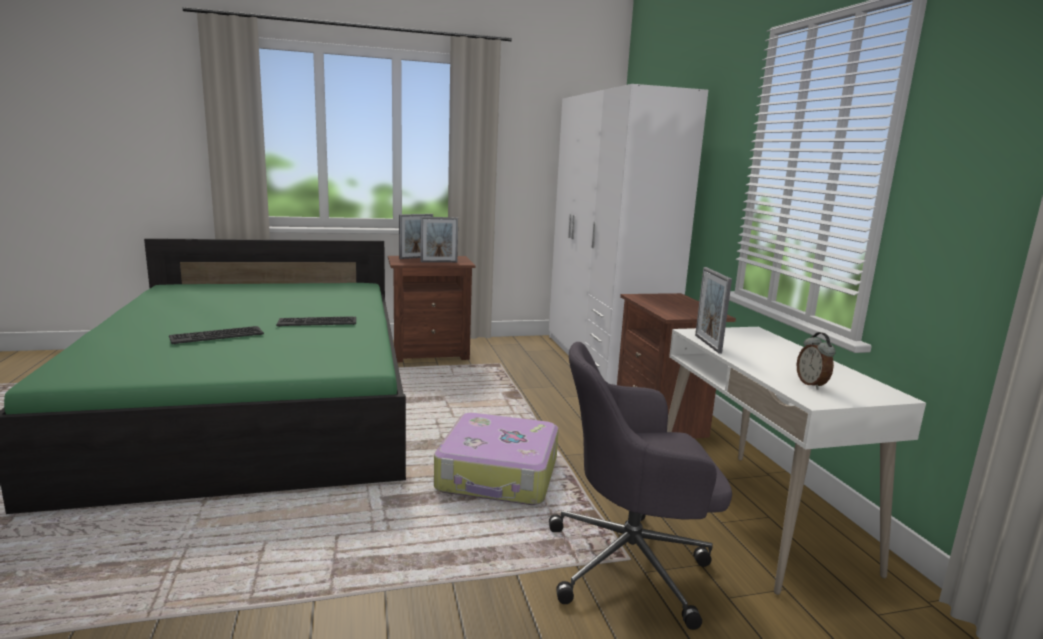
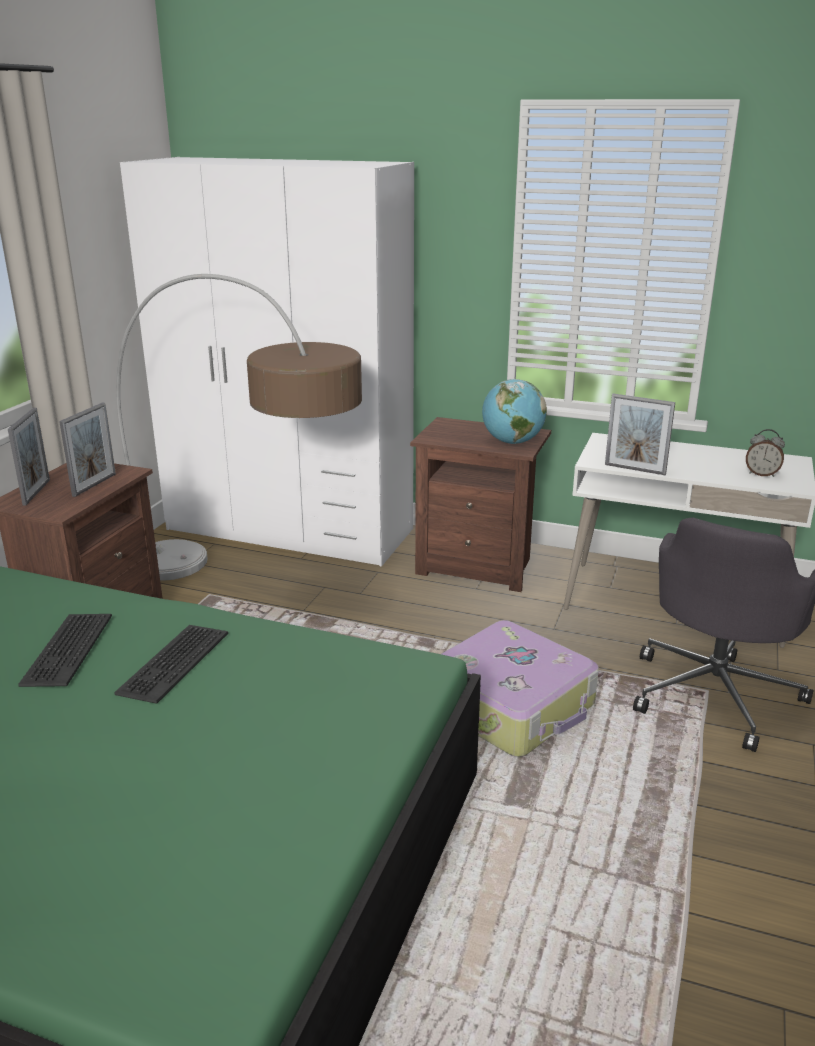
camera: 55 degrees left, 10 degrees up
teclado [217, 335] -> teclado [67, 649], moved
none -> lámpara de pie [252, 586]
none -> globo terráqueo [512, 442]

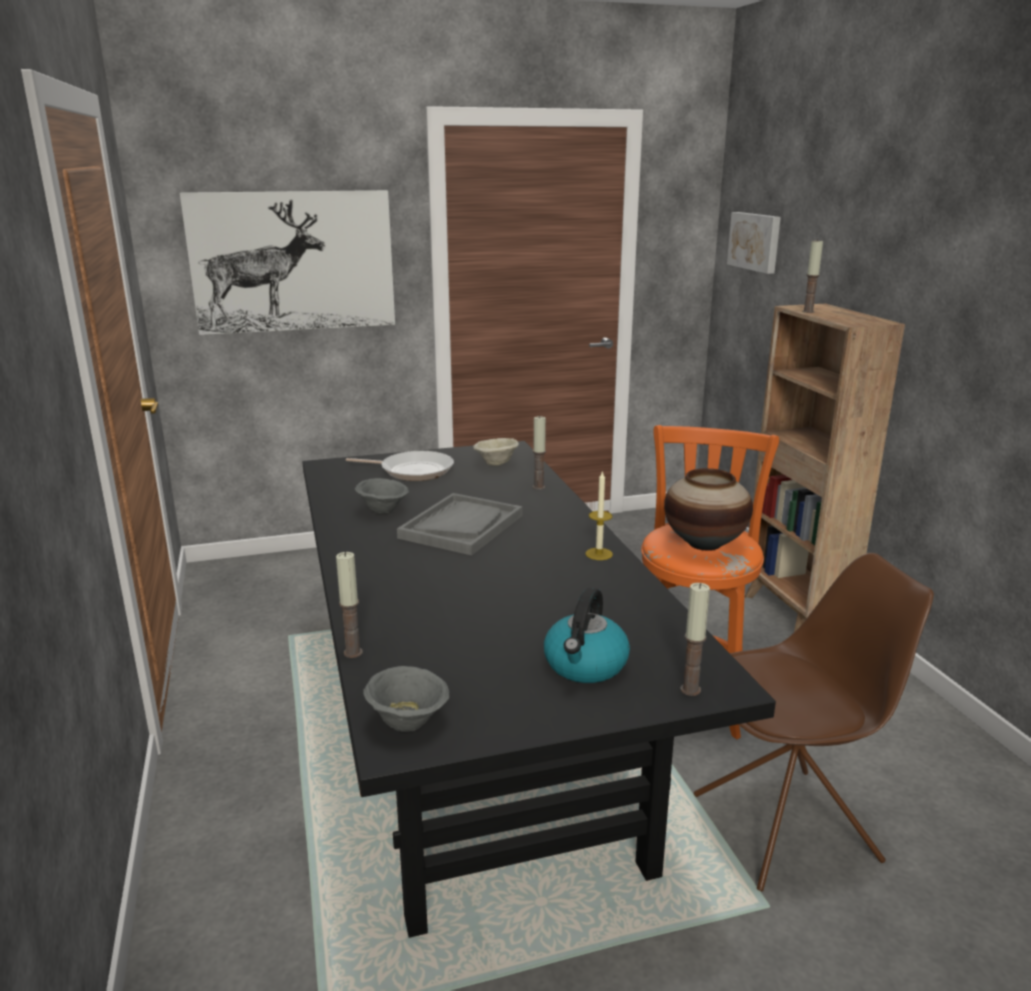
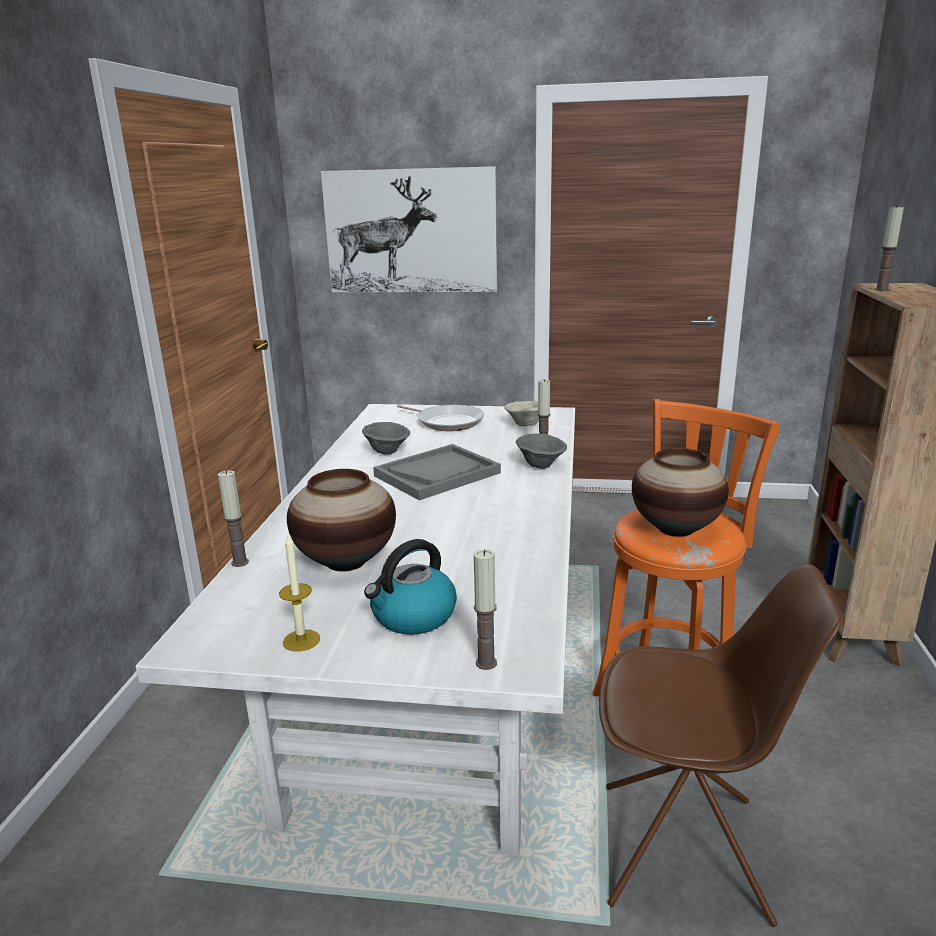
camera: 25 degrees right, 0 degrees up
cuadro [755, 241] -> none
mesa de comedor [negro] [475, 740] -> mesa de comedor [blanco] [437, 678]
vela [599, 554] -> vela [301, 640], moved
cuenco [gris] [407, 721] -> cuenco [gris] [540, 465], moved
none -> florero [346, 561]

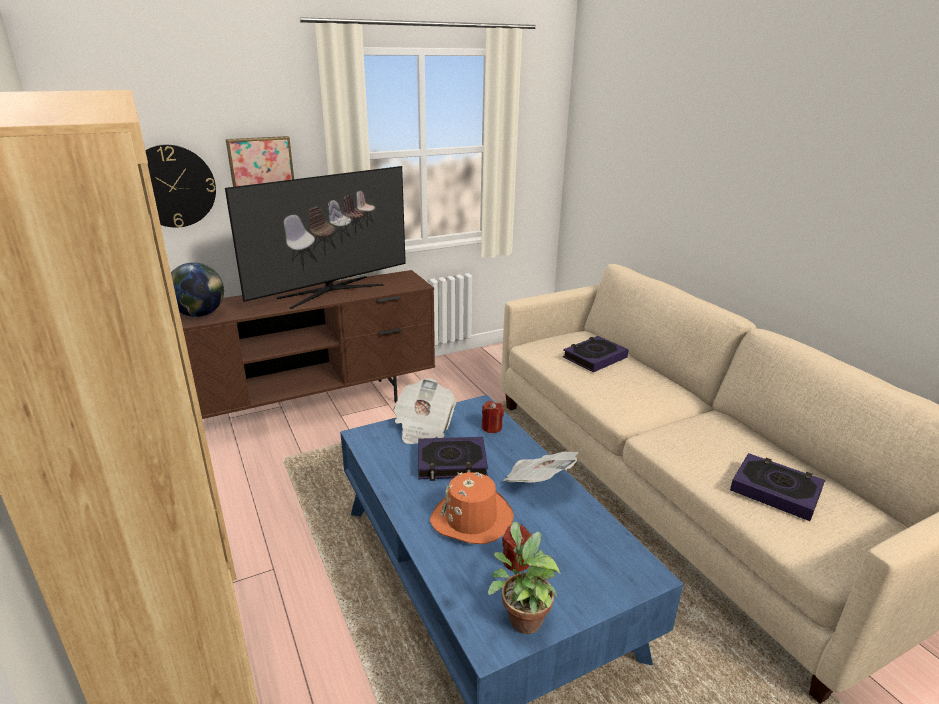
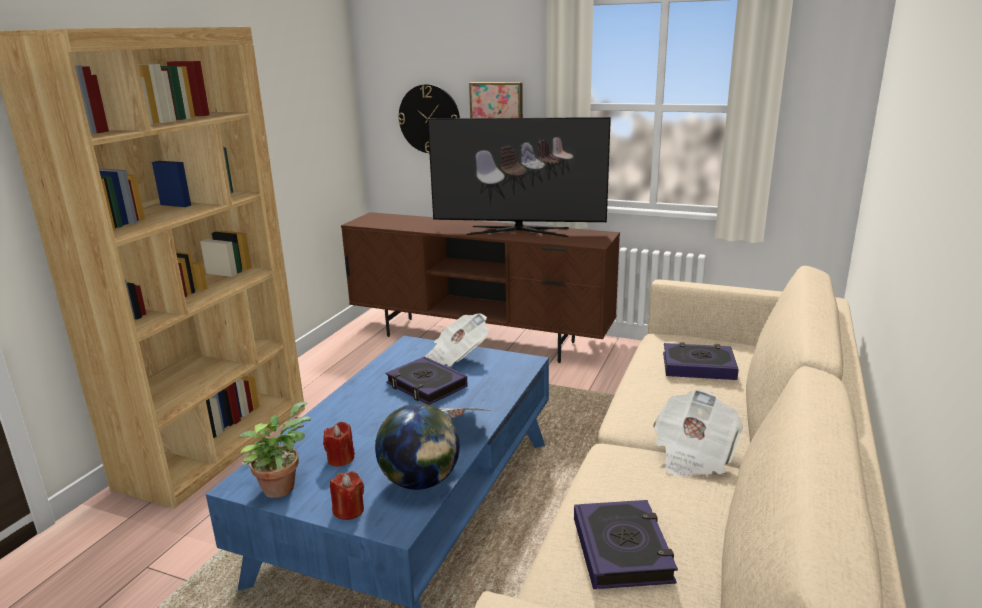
camera: 50 degrees right, 5 degrees down
globo terráqueo [200, 315] -> globo terráqueo [420, 482], moved
vela [rojo] [491, 427] -> vela [rojo] [349, 510], moved
sombrero [naranja] [472, 518] -> none
none -> periódico [693, 454]

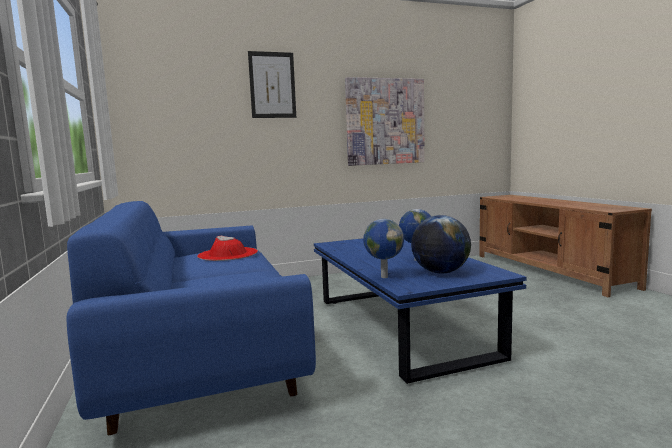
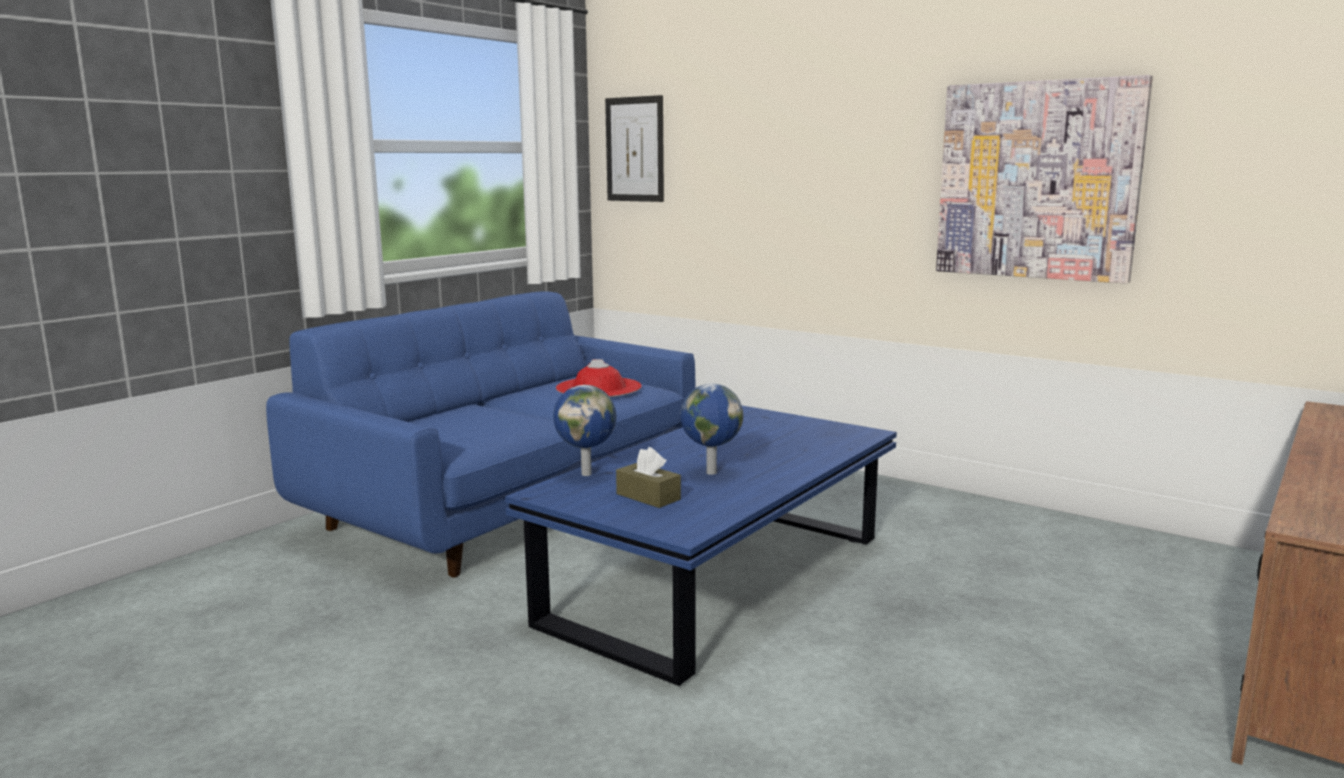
camera: 55 degrees right, 5 degrees up
cuadro [272, 85] -> cuadro [635, 149], moved
globo terráqueo [440, 272] -> caja de pañuelos [marrón] [648, 497]

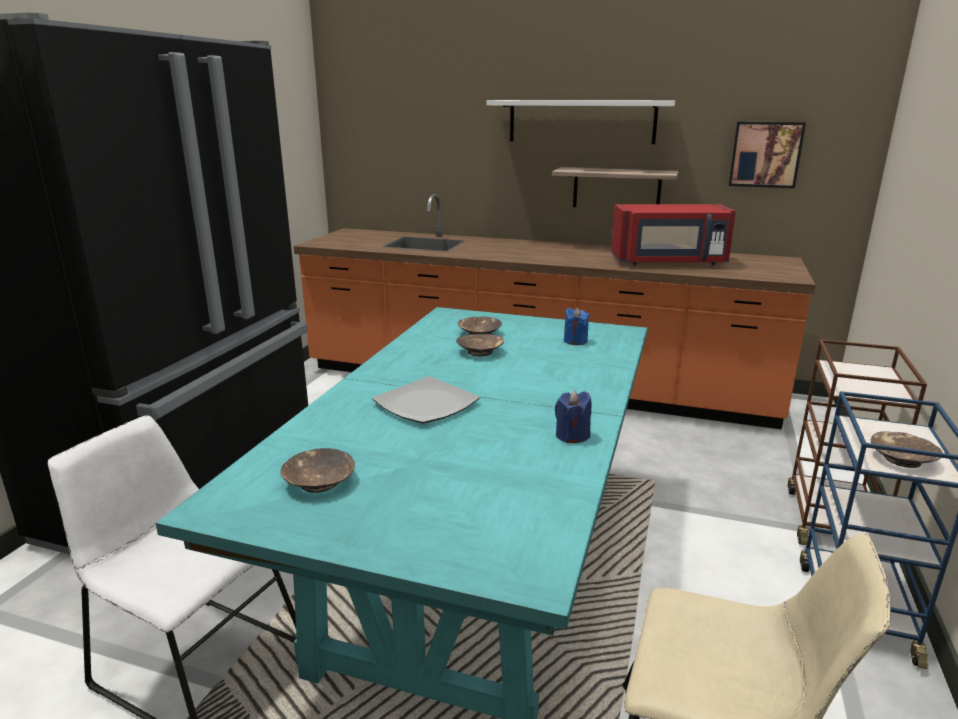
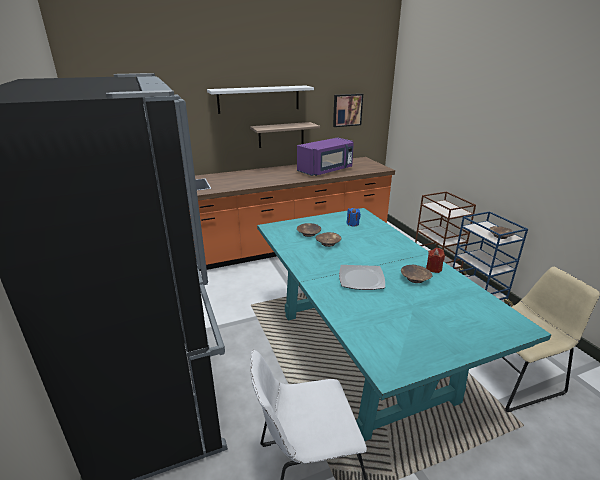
camera: 40 degrees left, 5 degrees up
microondas [rojo] [669, 262] -> microondas [morado] [326, 170]
vela [azul] [572, 436] -> vela [rojo] [434, 269]
cuenco [marrón] [318, 482] -> cuenco [marrón] [415, 279], moved

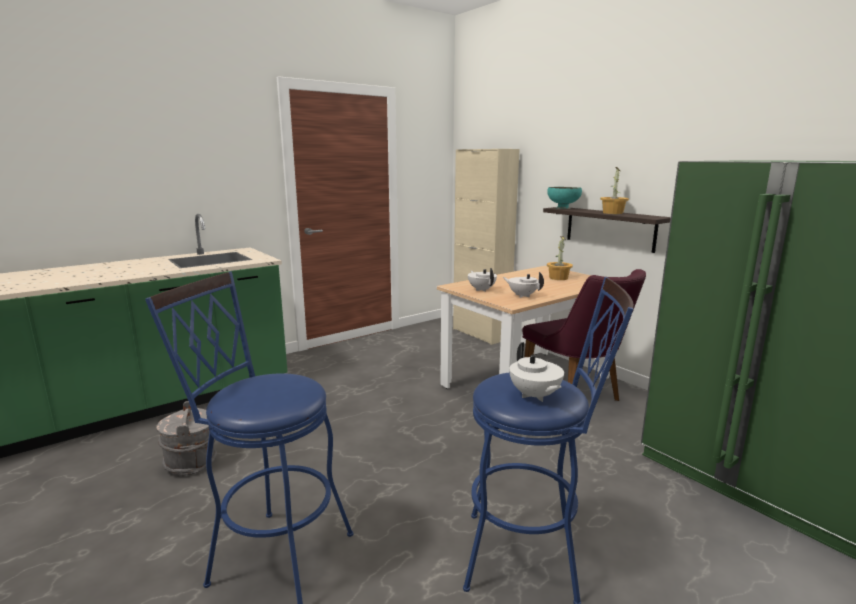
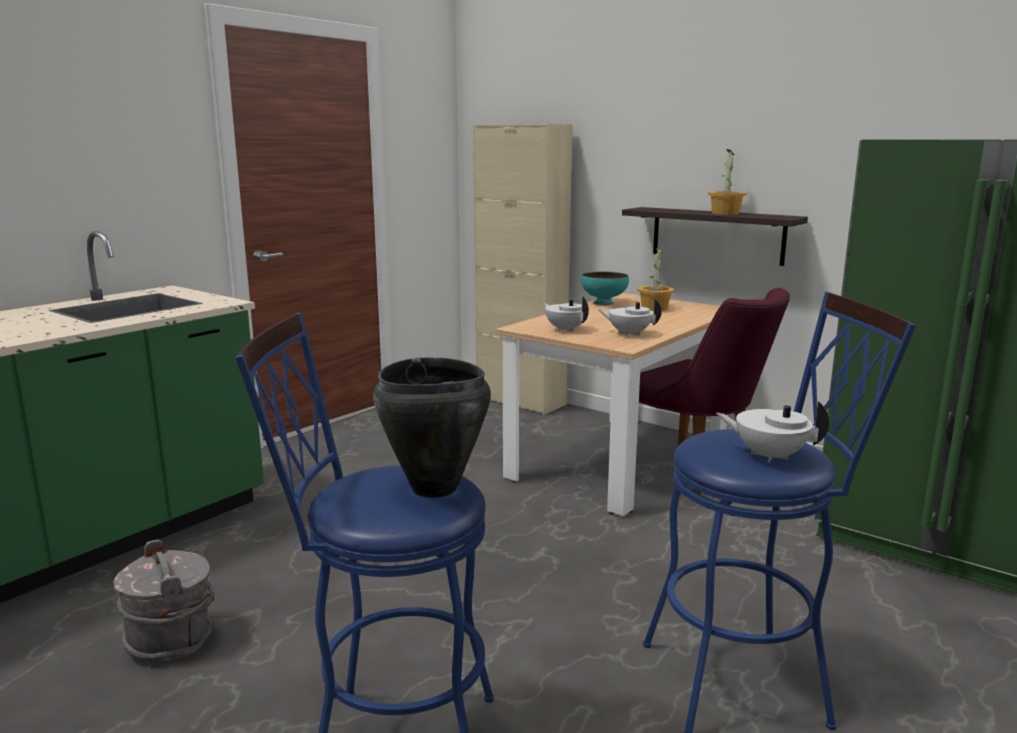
camera: 15 degrees left, 0 degrees up
cuenco [turquesa] [563, 208] -> cuenco [turquesa] [603, 303], moved
tetera [blanco] [534, 396] -> tetera [blanco] [769, 456], 150 degrees clockwise
none -> olla [negro] [434, 488]

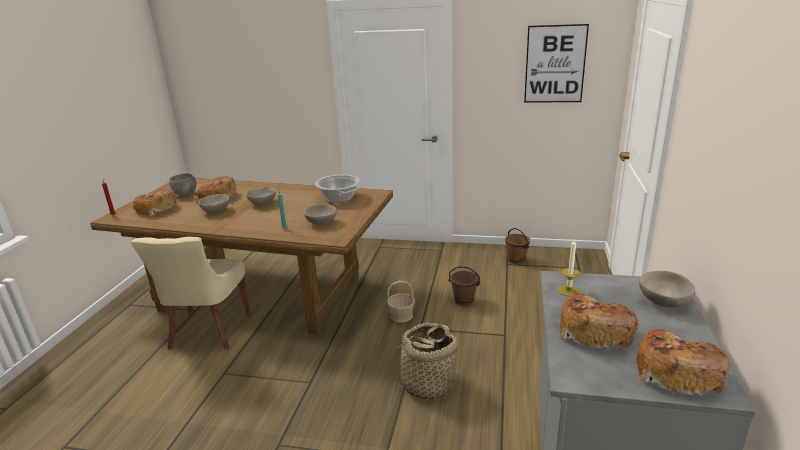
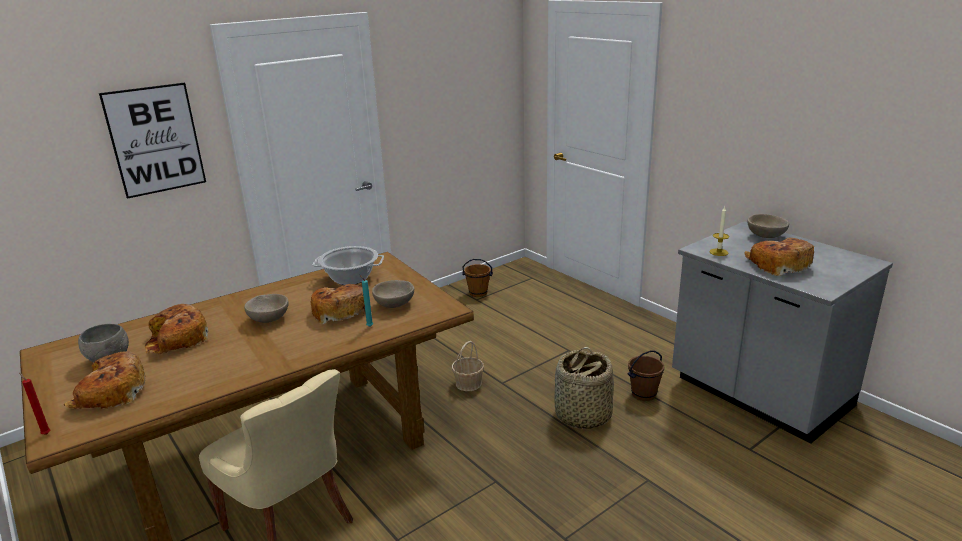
camera: 50 degrees left, 0 degrees up
cuadro [555, 64] -> cuadro [155, 140], moved
cuenco [beis] [216, 211] -> none
cubo [marrón] [464, 300] -> cubo [marrón] [643, 394], moved
pan [677, 372] -> pan [339, 311], moved

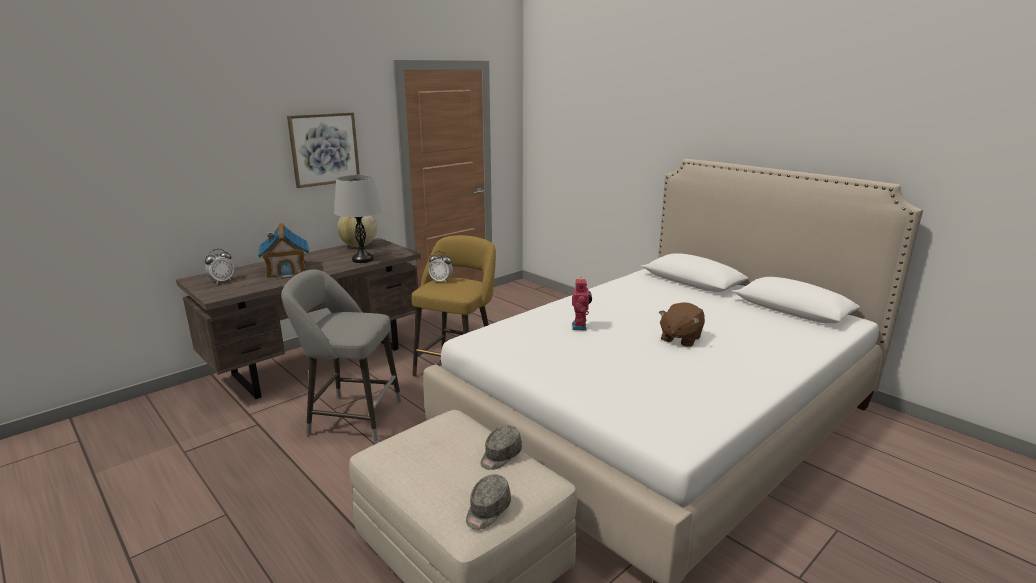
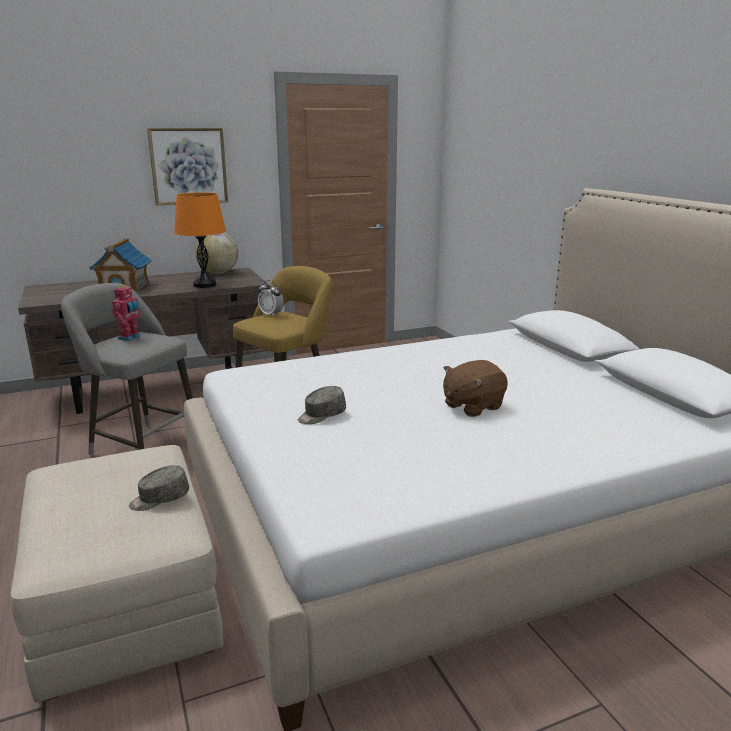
camera: 20 degrees right, 0 degrees up
lámpara de mesa [gris] [362, 260] -> lámpara de mesa [naranja] [205, 285]
despertador [222, 281] -> none
robot de juguete [580, 326] -> robot de juguete [130, 338], moved
gorra [gris] [487, 511] -> gorra [gris] [321, 415], moved

